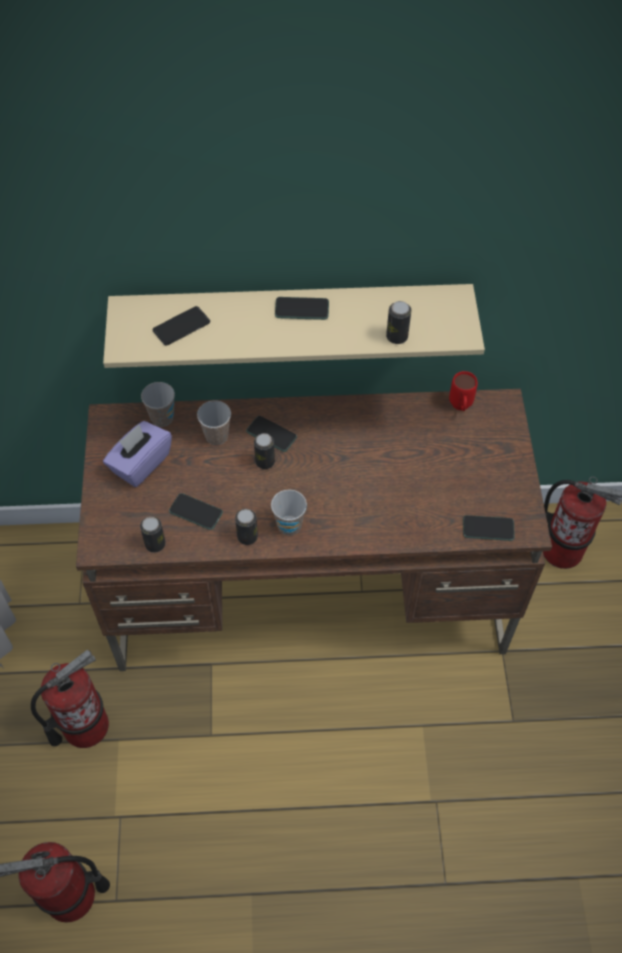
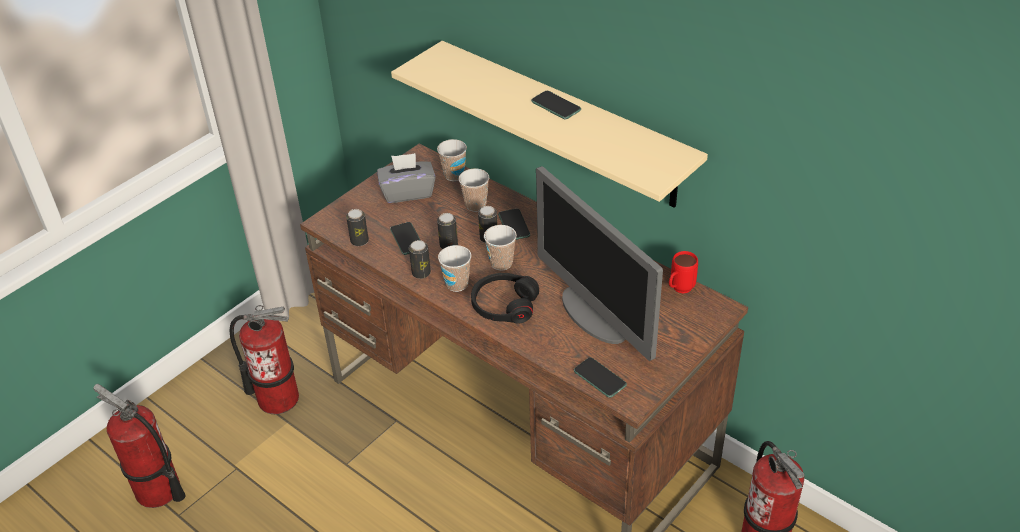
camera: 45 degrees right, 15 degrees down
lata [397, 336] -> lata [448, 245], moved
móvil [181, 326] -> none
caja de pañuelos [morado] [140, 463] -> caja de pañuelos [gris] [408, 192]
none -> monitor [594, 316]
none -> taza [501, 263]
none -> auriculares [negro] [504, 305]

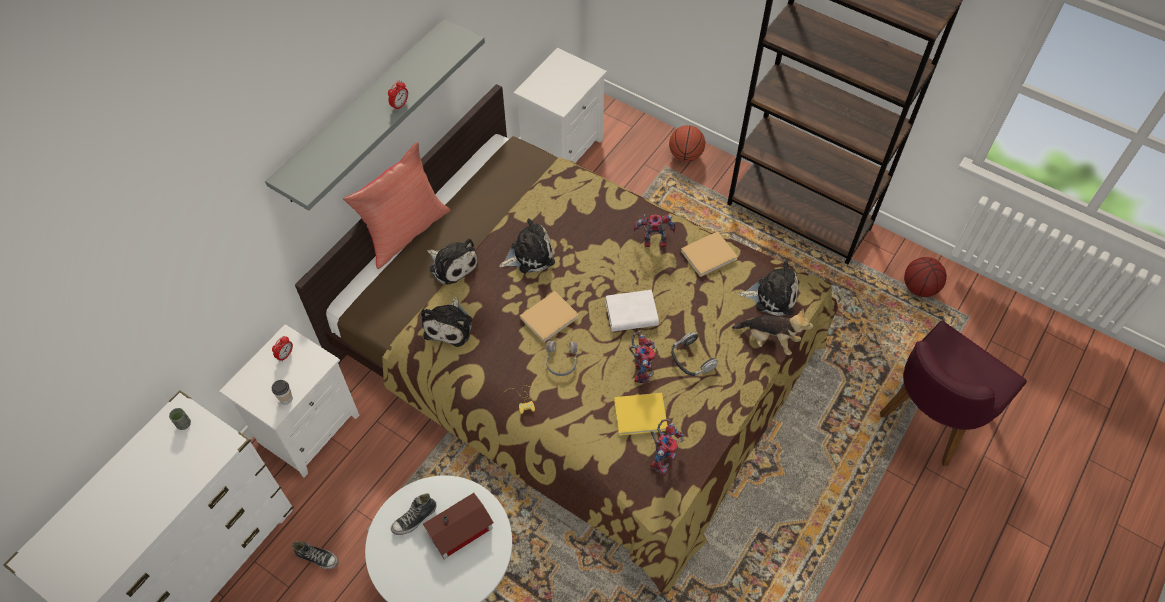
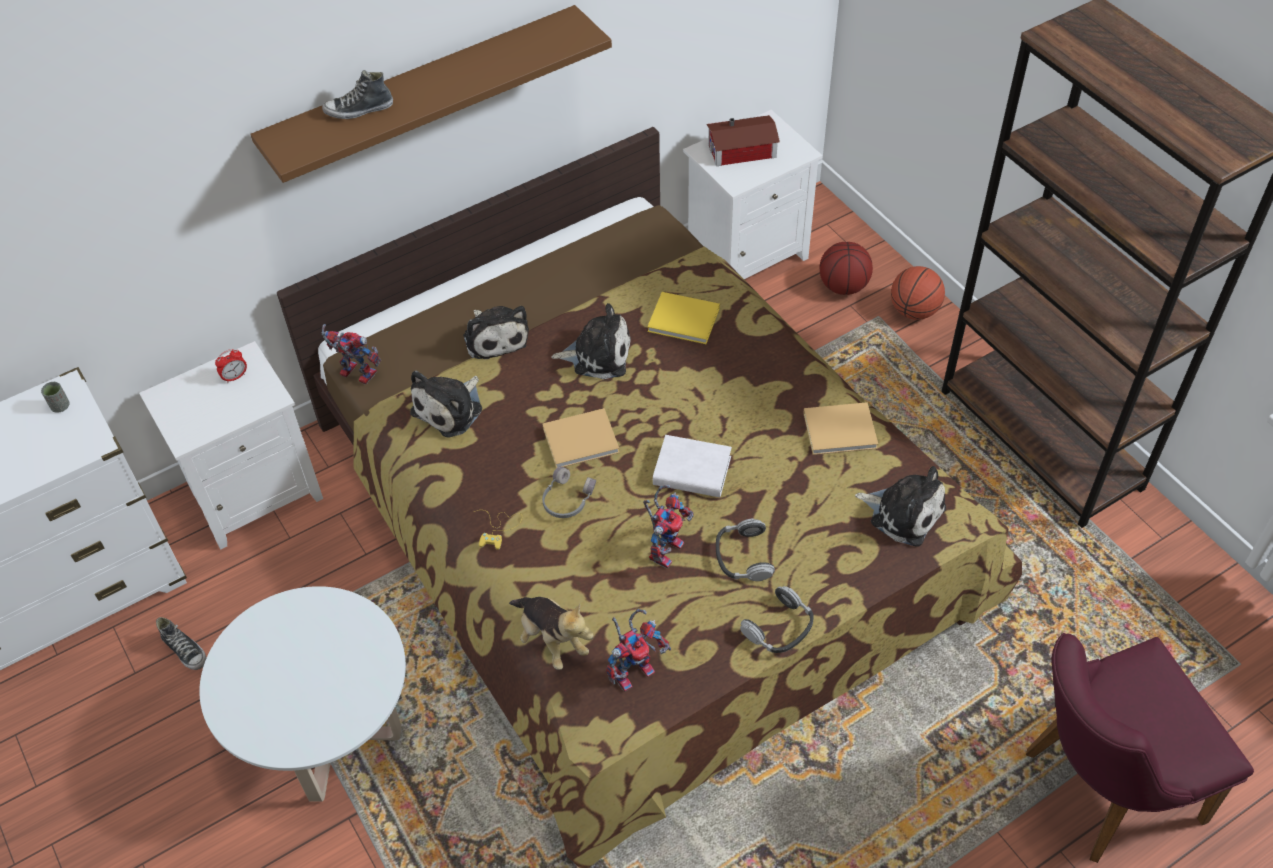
camera: 25 degrees right, 5 degrees down
estante [gris] [364, 111] -> estante [marrón] [423, 92]
despertador [400, 105] -> none
cojín [rojo] [405, 232] -> none
robot de juguete [653, 243] -> robot de juguete [354, 374], moved
balón de baloncesto [919, 288] -> balón de baloncesto [843, 286], moved
peluche [769, 340] -> peluche [551, 640], moved
taza [286, 398] -> none
libro [amarillo] [642, 415] -> libro [amarillo] [685, 320], moved
zapato [415, 519] -> zapato [359, 110], moved
casita [462, 531] -> casita [744, 151], moved
none -> auriculares [779, 628]

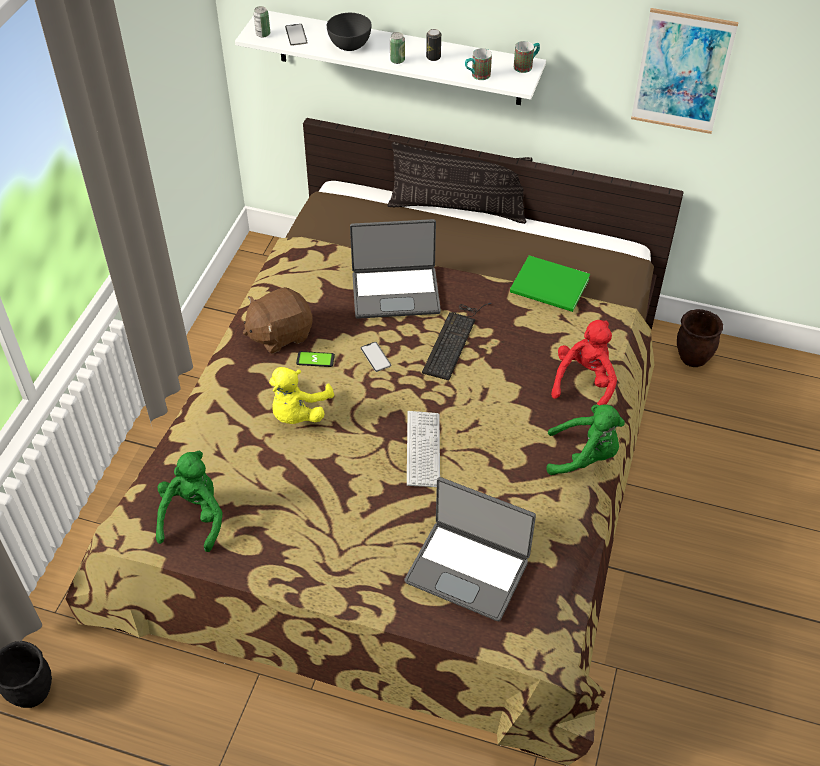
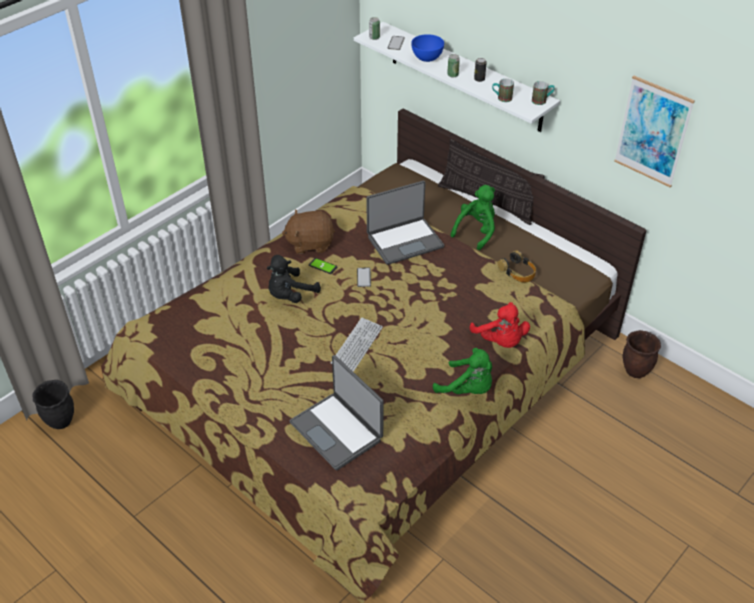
camera: 25 degrees right, 5 degrees down
cuenco [gris] [350, 46] -> cuenco [azul] [427, 58]
portátil [395, 292] -> portátil [404, 241], 45 degrees counterclockwise
libro [verde] [551, 287] -> auriculares [517, 271]
teclado [454, 339] -> none
peluche [rojo] [584, 382] -> peluche [rojo] [500, 341], 105 degrees clockwise
peluche [amarillo] [298, 413] -> peluche [negro] [290, 295]
peluche [verde] [194, 517] -> peluche [verde] [476, 231], moved

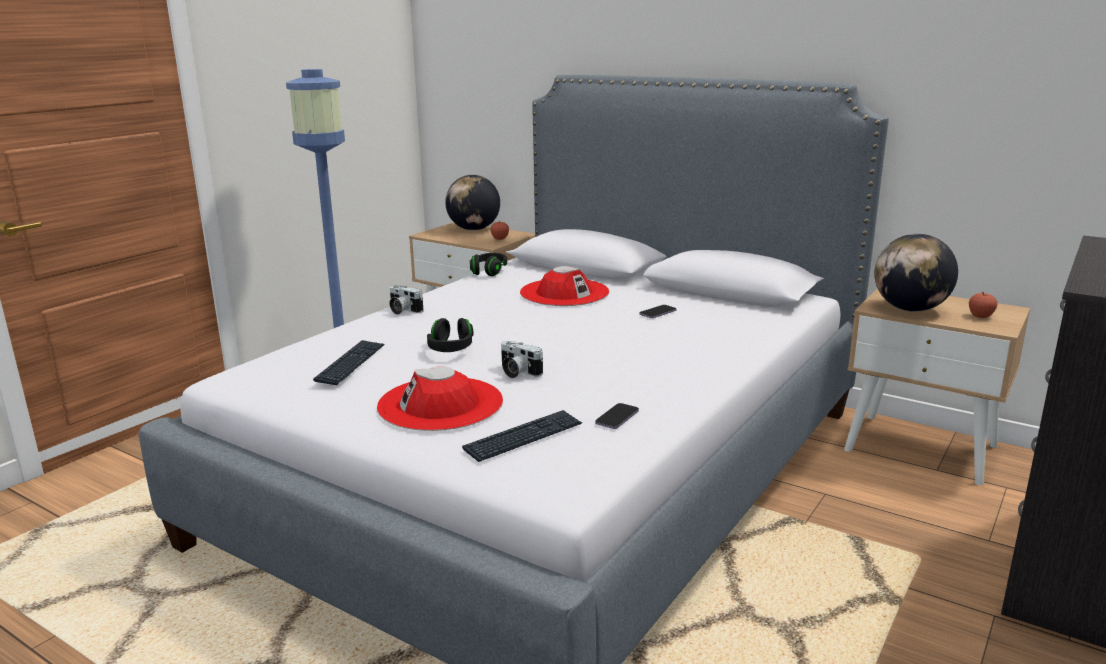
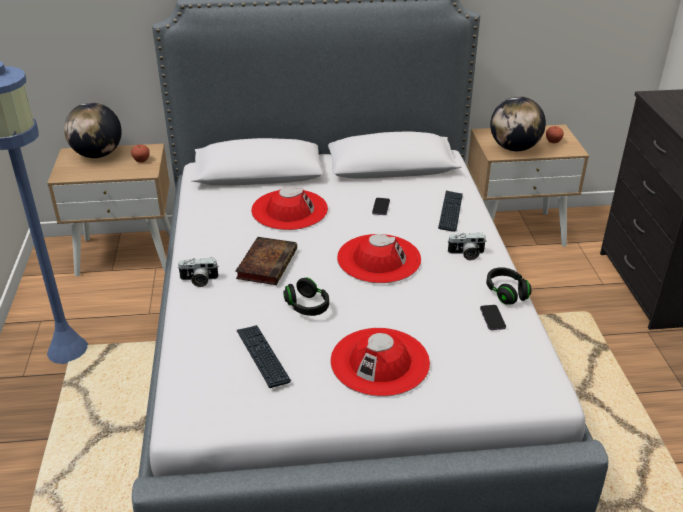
camera: 40 degrees left, 15 degrees up
auriculares [negro] [489, 271] -> auriculares [negro] [506, 293], moved
cámara [517, 372] -> cámara [466, 254], moved
teclado [524, 437] -> teclado [450, 211], moved
none -> sombrero [rojo] [378, 258]
none -> libro [267, 263]

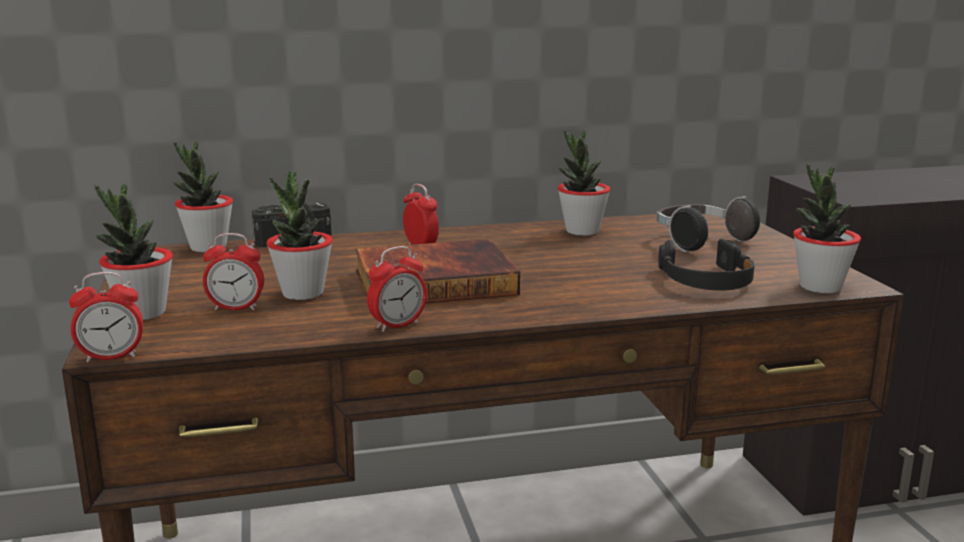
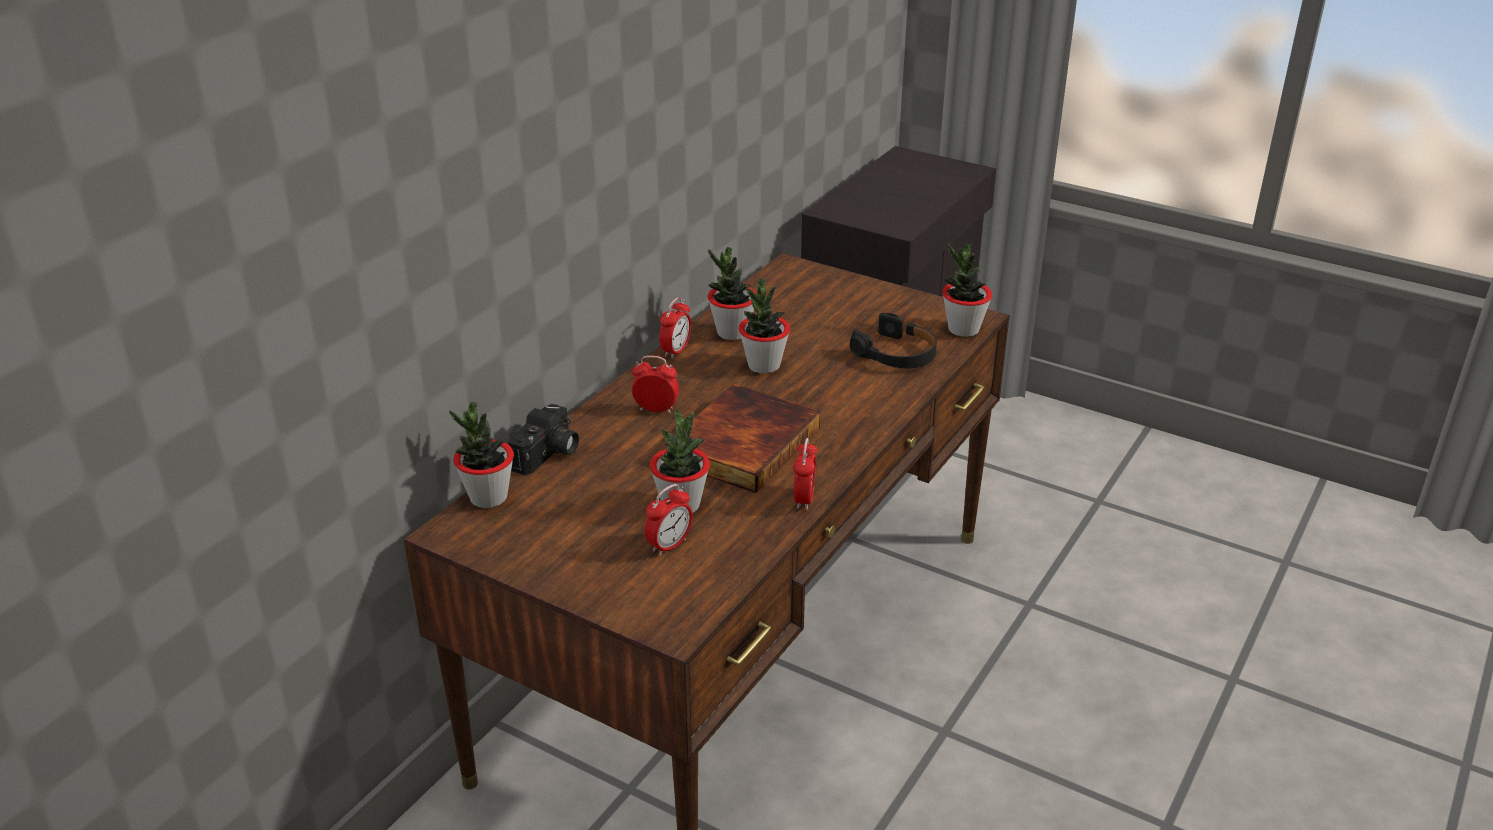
camera: 45 degrees left, 15 degrees up
planta en maceta [142, 313] -> planta en maceta [763, 365], moved
auriculares [699, 241] -> none
despertador [111, 357] -> despertador [676, 351], moved

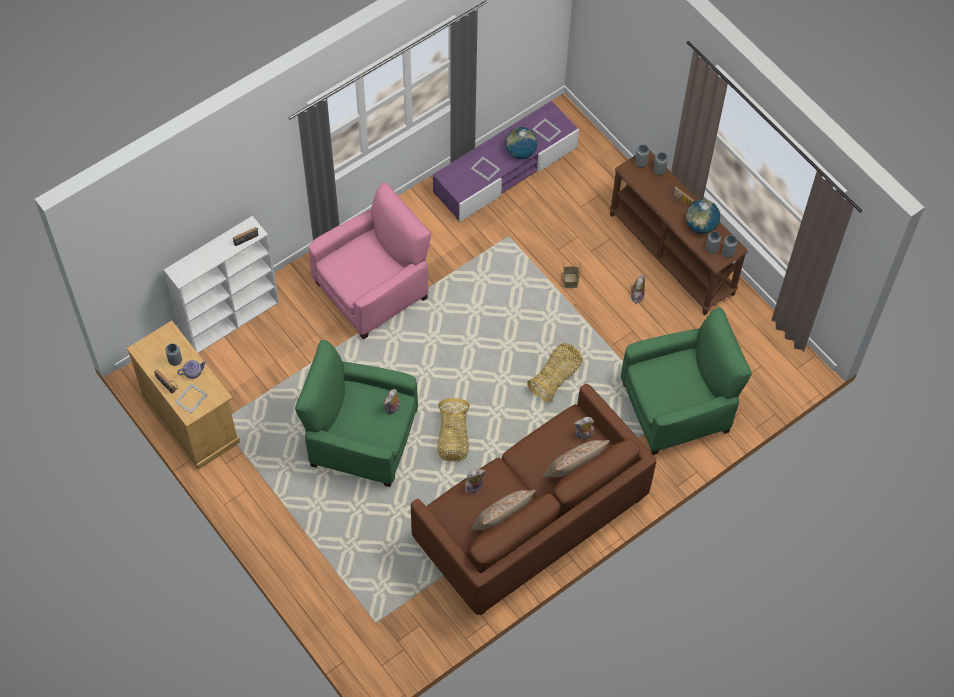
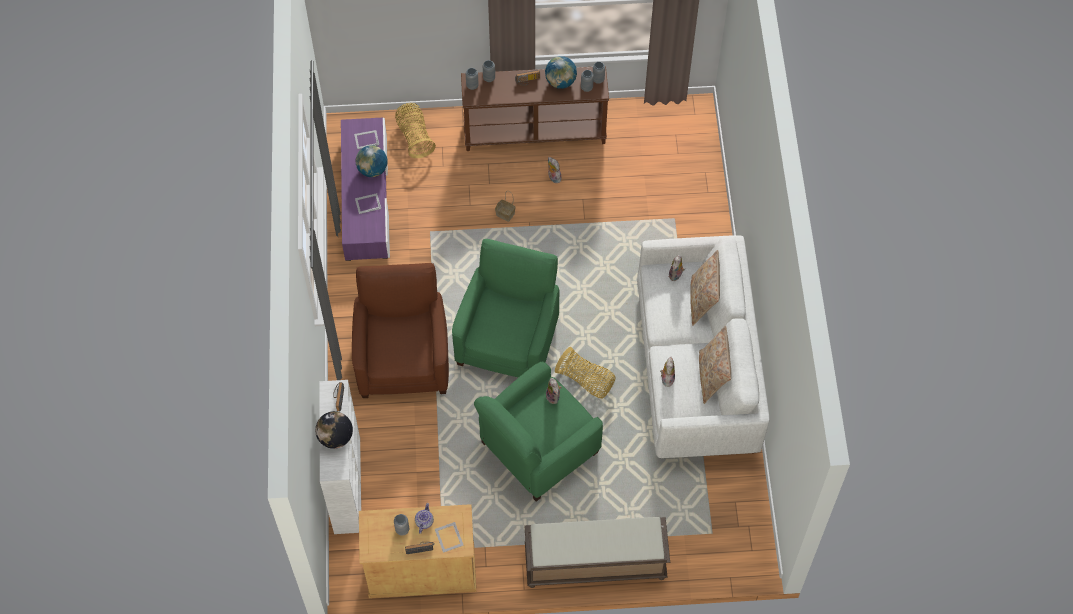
camera: 55 degrees left, 0 degrees up
sillón [rosa] [373, 289] -> sillón [marrón] [403, 359]
sillón [verde] [677, 407] -> sillón [verde] [508, 340], moved
cesta [555, 378] -> cesta [415, 137], moved
sofá [marrón] [530, 519] -> sofá [blanco] [696, 368]
none -> globo terráqueo [335, 437]
none -> banco [marrón] [594, 564]

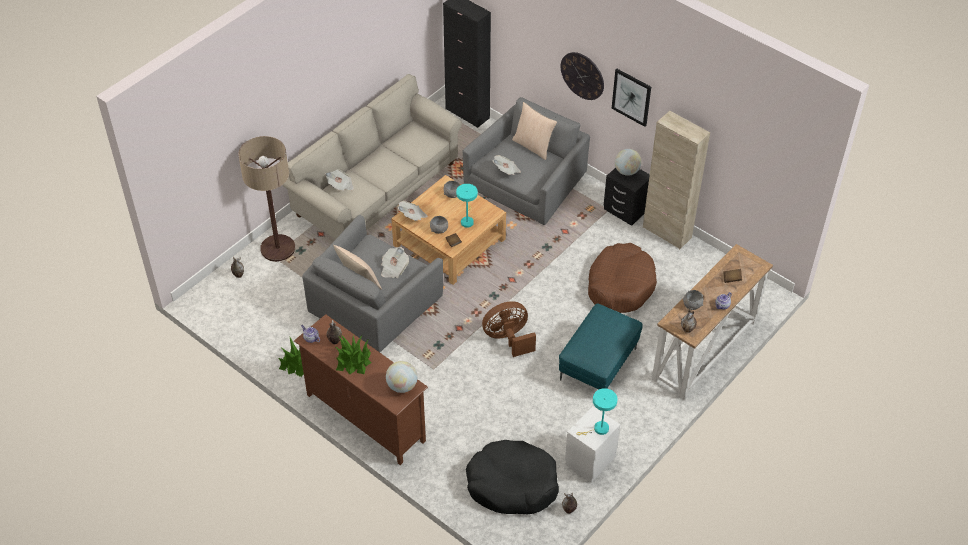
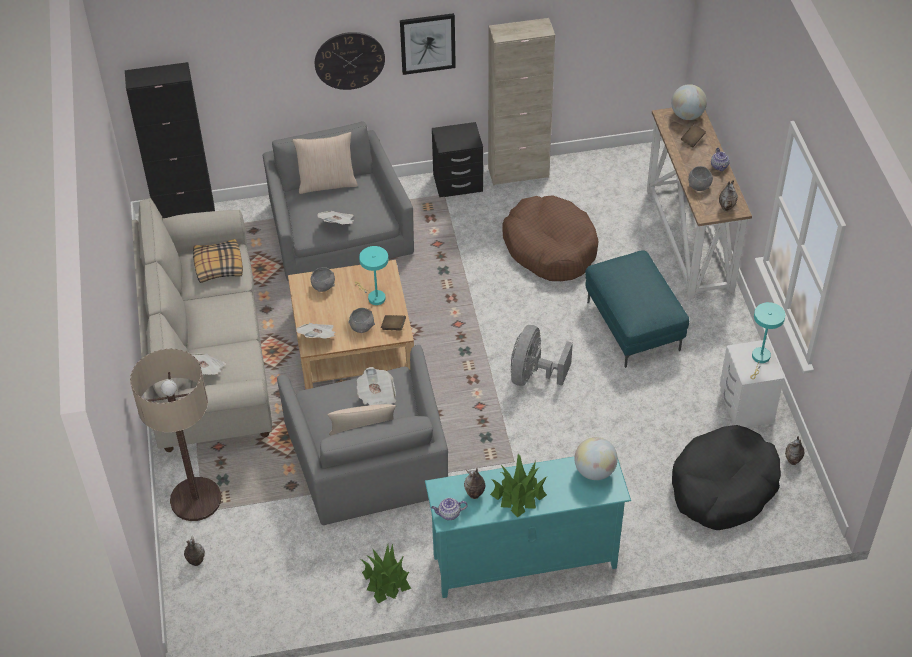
camera: 50 degrees left, 0 degrees up
globo terráqueo [626, 171] -> globo terráqueo [687, 115], moved
ventilador [marrón] [508, 339] -> ventilador [gris] [533, 375]
mueble de televisión [marrón] [365, 418] -> mueble de televisión [turquesa] [524, 562]
none -> cojín [218, 266]

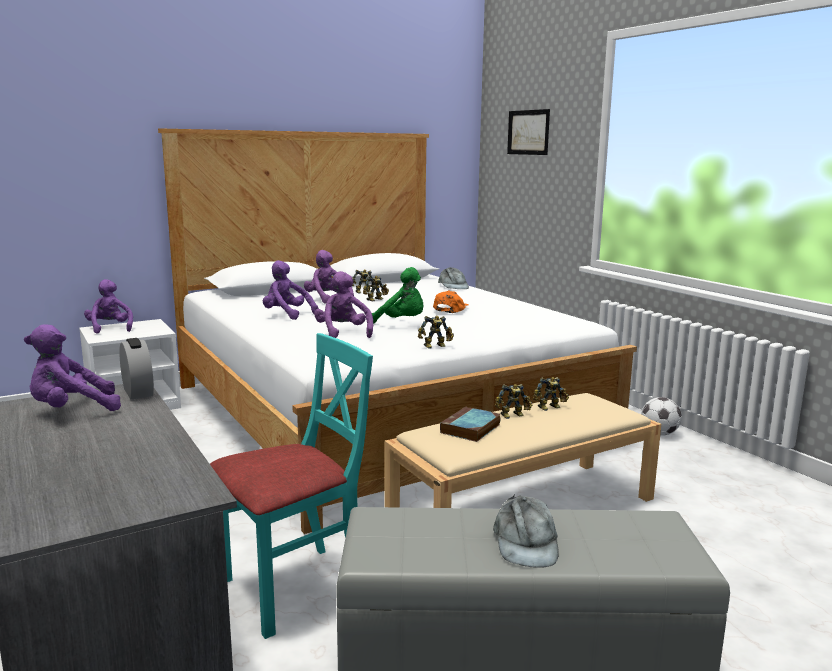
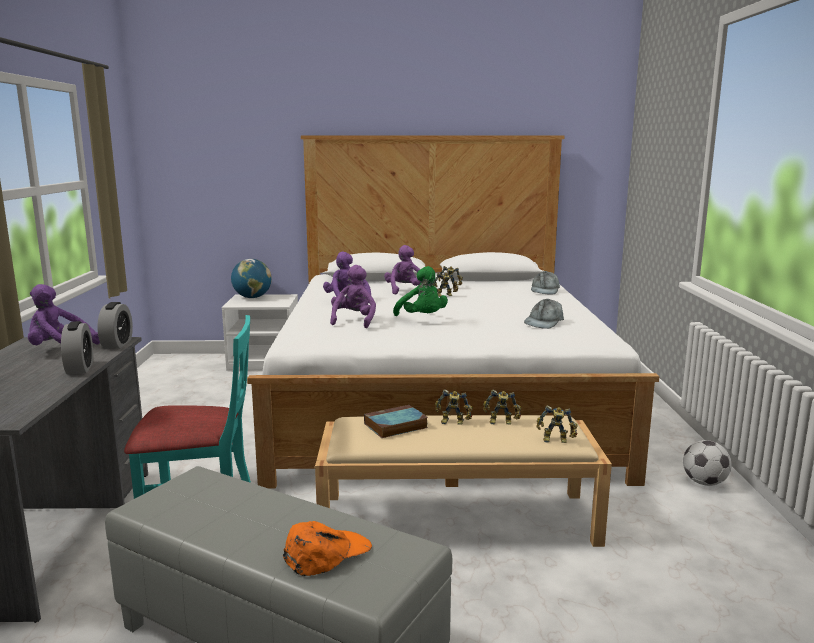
camera: 30 degrees right, 0 degrees up
cuadro [528, 132] -> none
peluche [morado] [110, 328] -> globo terráqueo [252, 297]
gorra [naranja] [450, 309] -> gorra [naranja] [327, 554], moved
robot de juguete [436, 346] -> robot de juguete [556, 441], moved
gorra [gris] [525, 542] -> gorra [gris] [544, 322], moved
none -> despertador [80, 368]

